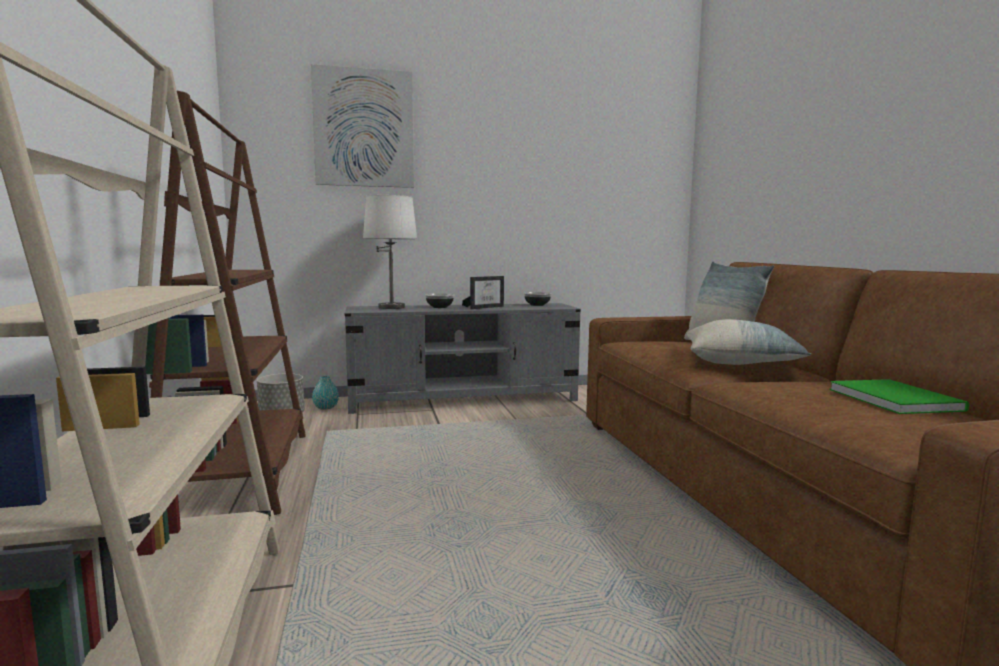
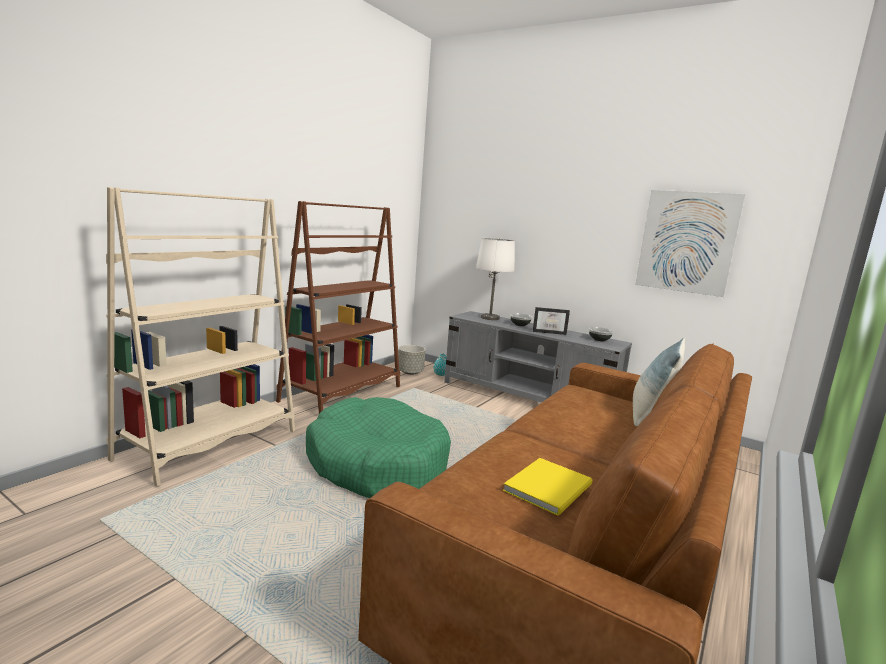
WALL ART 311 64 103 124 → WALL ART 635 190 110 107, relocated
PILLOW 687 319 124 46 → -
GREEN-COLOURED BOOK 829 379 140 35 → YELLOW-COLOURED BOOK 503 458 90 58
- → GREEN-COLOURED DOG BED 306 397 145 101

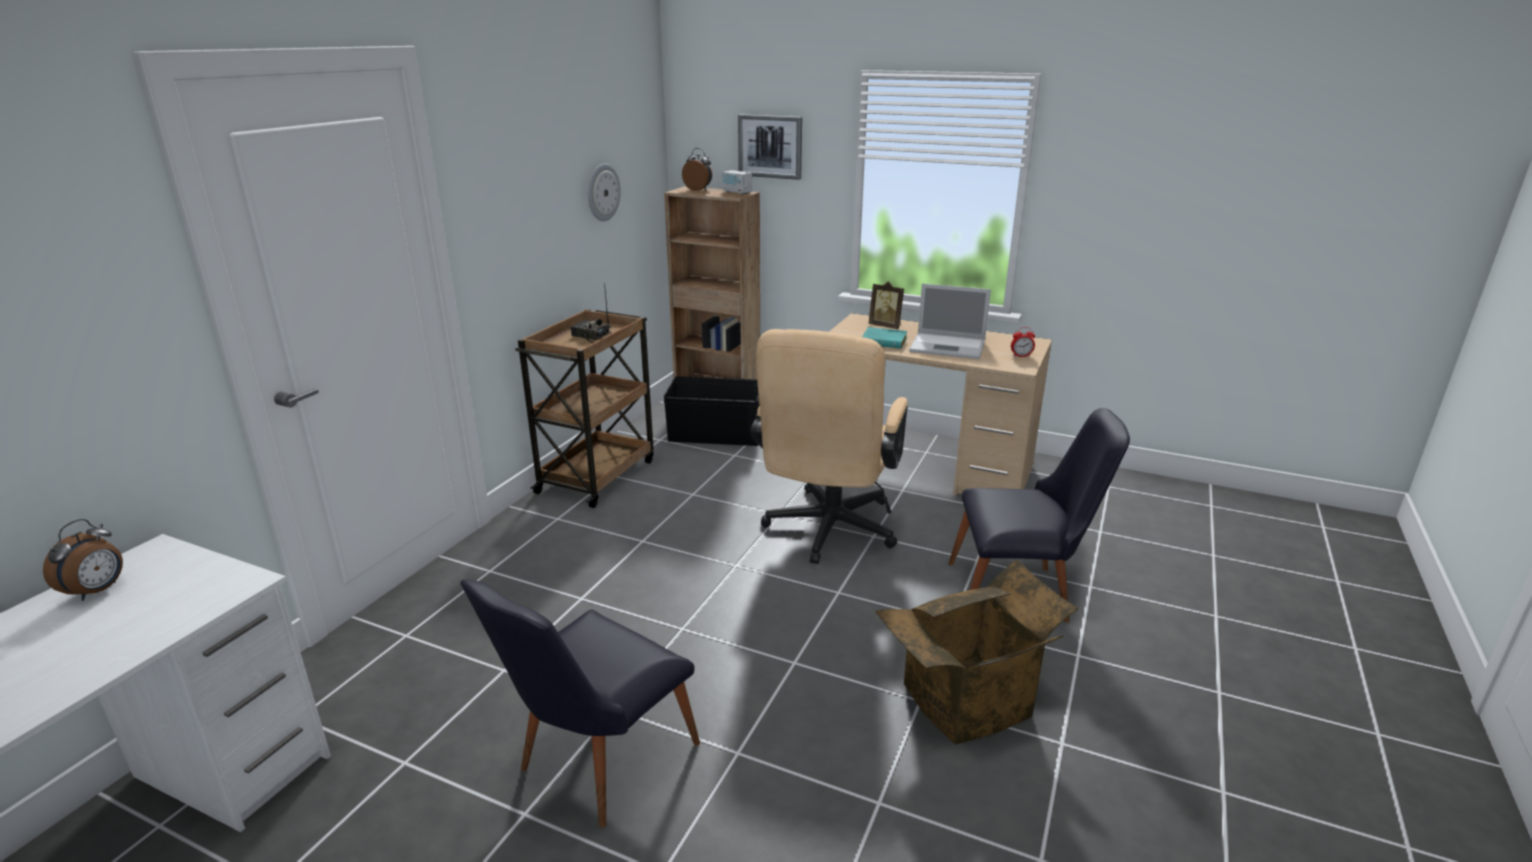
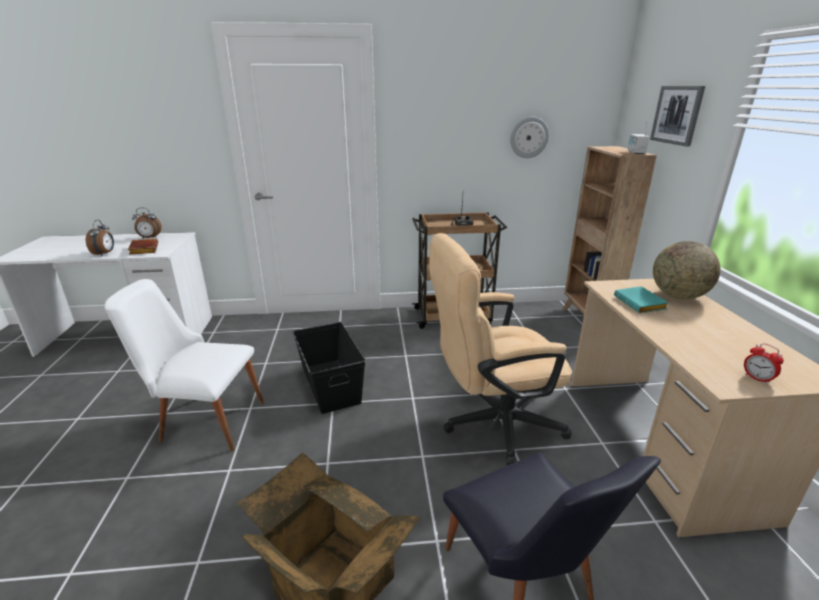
BLACKISH UPRIGHT CHAIR 460 579 240 249 → WHITISH UPRIGHT CHAIR 105 279 159 172
BLACKISH STORAGE BIN 664 376 95 70 → BLACKISH STORAGE BIN 293 322 73 92, relocated
TABLE CLOCK 682 148 30 43 → TABLE CLOCK 86 220 28 36, relocated
PHOTO FRAME 868 281 36 48 → GLOBE 653 241 68 58
LAPTOP 909 283 82 76 → -
- → BROWNISH BOOK 128 239 30 16

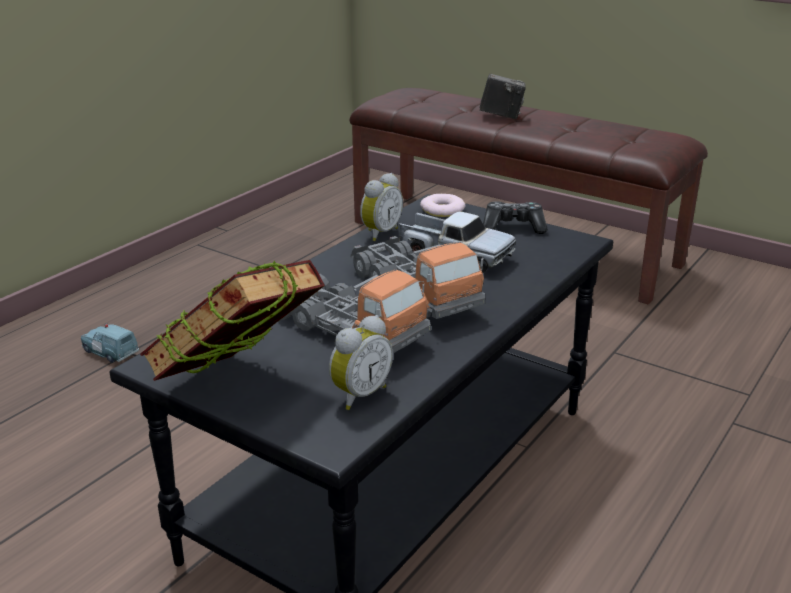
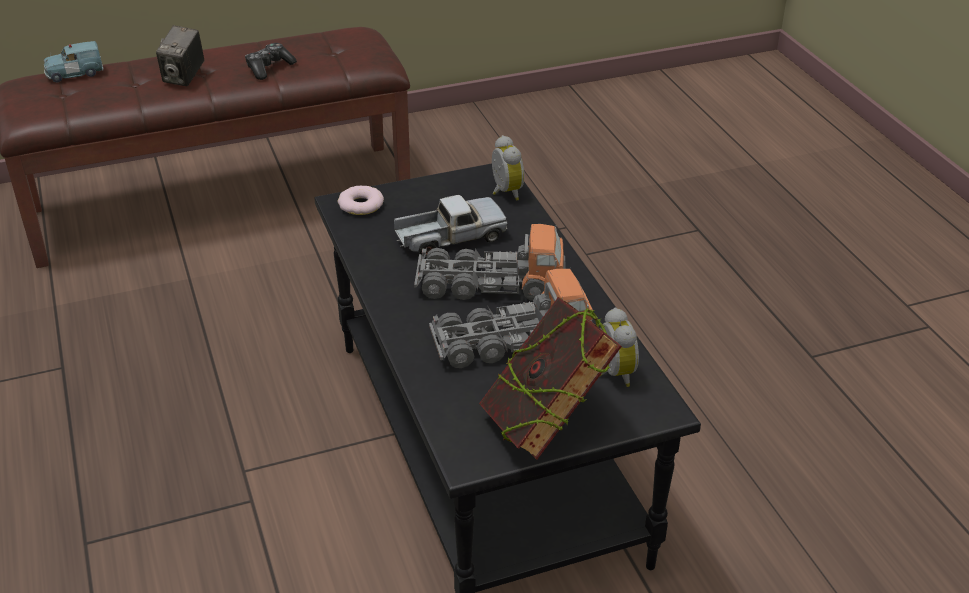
BLUISH MINIATURE CAR 81 323 58 40 → BLUISH MINIATURE CAR 44 41 60 41, relocated
TABLE CLOCK 360 173 43 68 → TABLE CLOCK 492 135 32 66, relocated
STILL CAMERA 480 74 46 45 → STILL CAMERA 156 26 49 60, 150 degrees clockwise
GAME CONTROLLER 483 201 64 33 → GAME CONTROLLER 245 43 52 37, relocated

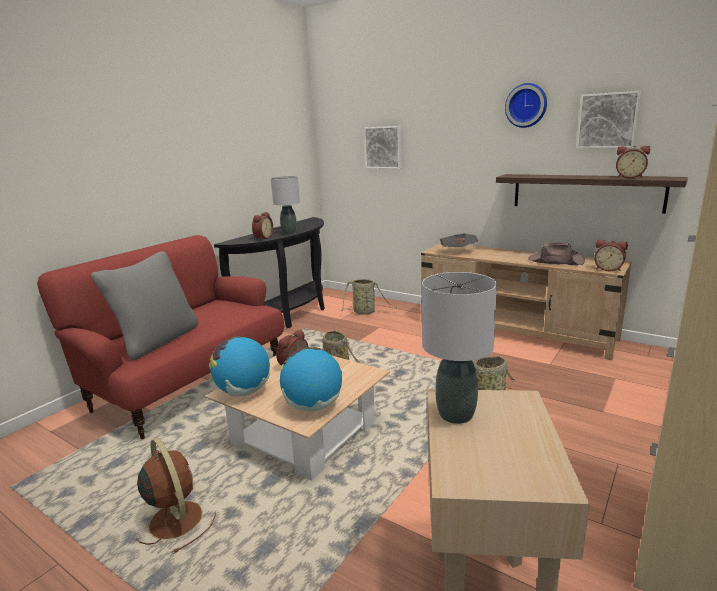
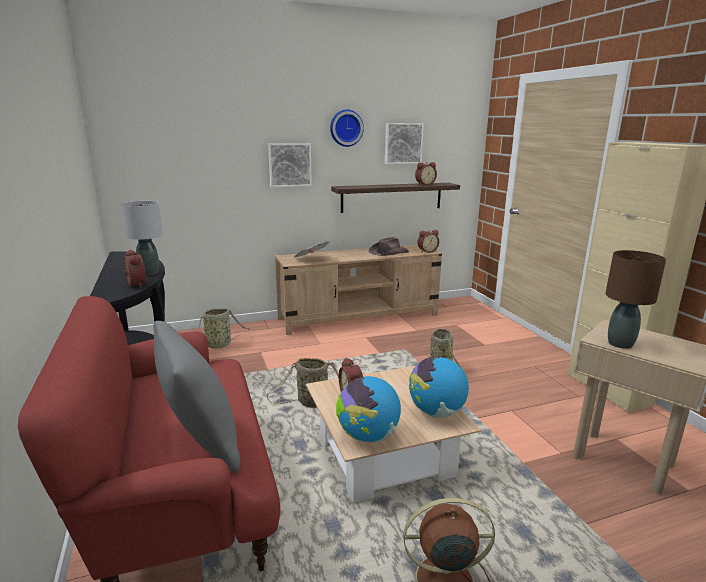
WALL ART 364 126 38 43 → WALL ART 268 143 44 44, relocated
GREYISH LAMP FOR A TABLE 422 272 75 152 → BROWNISH LAMP FOR A TABLE 605 250 61 99

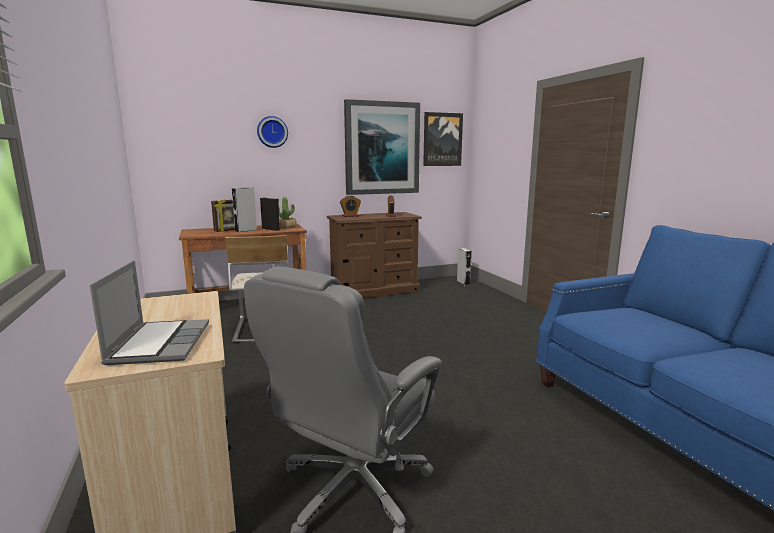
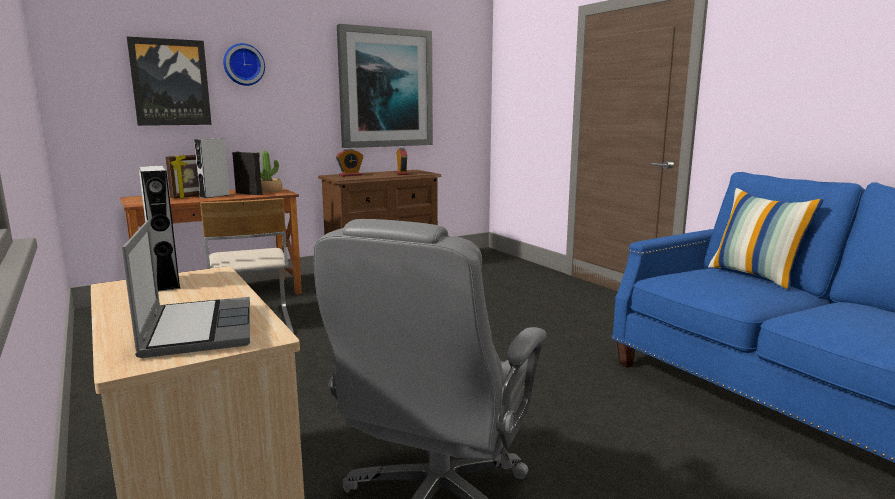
WALL ART 423 112 40 54 → WALL ART 127 36 85 90, relocated
GREYISH LOUDSPEAKER 457 248 15 37 → GREYISH LOUDSPEAKER 139 166 42 126, relocated
- → PILLOW 708 188 116 102

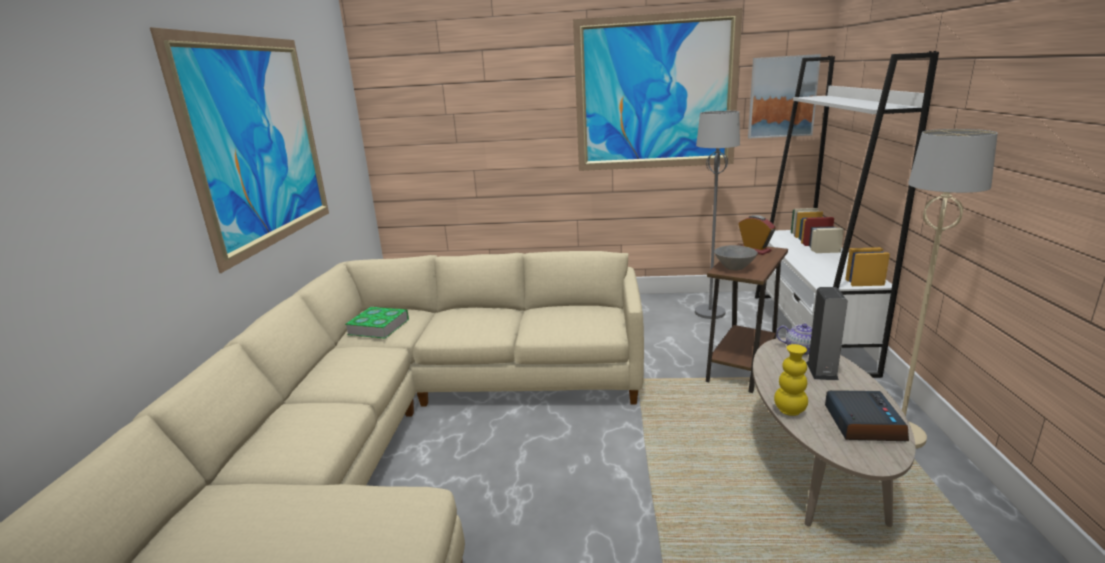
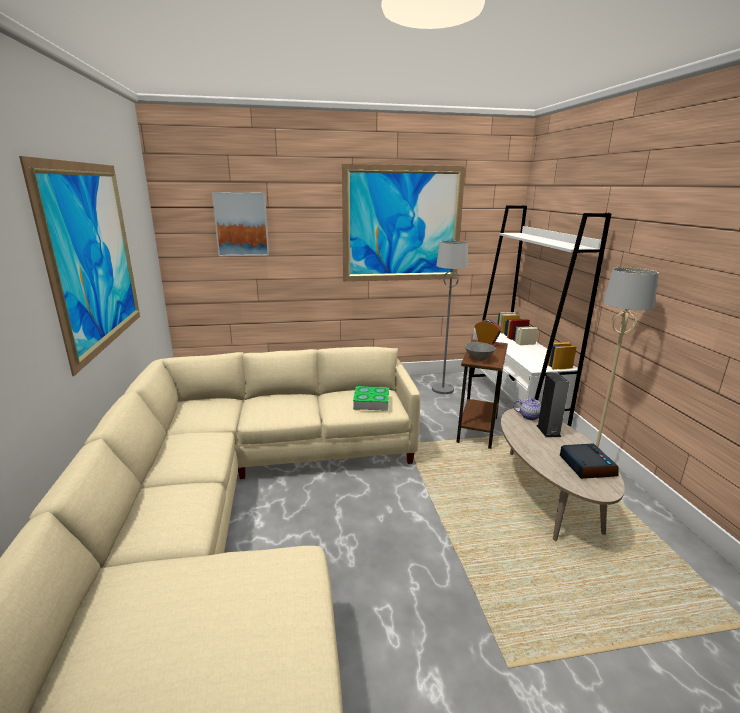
BOOK 345 307 64 32 → BOOK 353 386 36 25, relocated
WALL ART 748 54 73 84 → WALL ART 212 192 57 64, relocated
YELLOW-COLOURED DECORATIVE VASE 774 344 34 72 → -

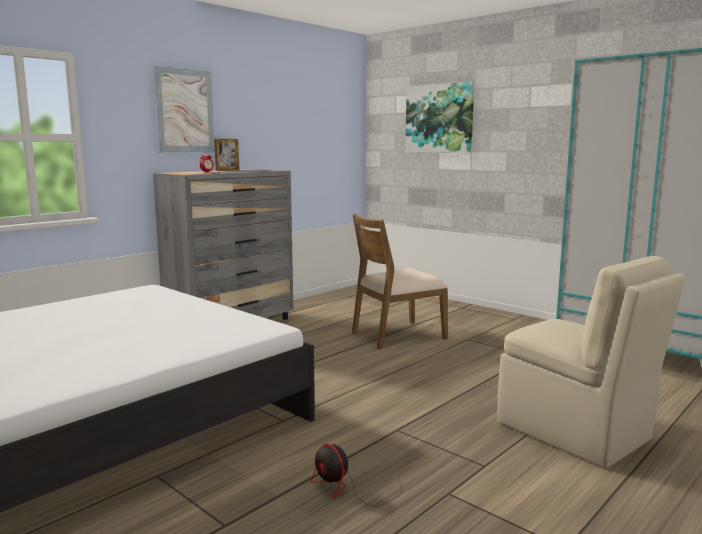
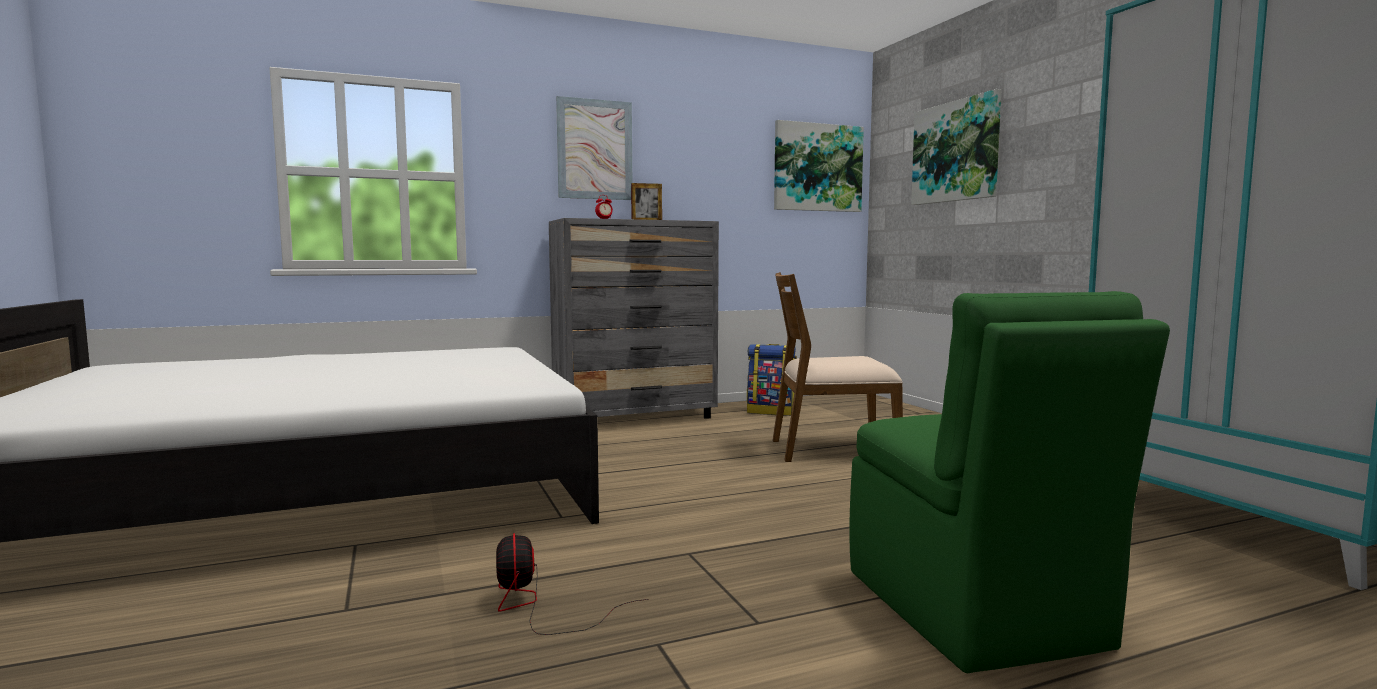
BEIGE UPRIGHT CHAIR 498 256 188 212 → GREEN-COLOURED UPRIGHT CHAIR 849 291 321 382
- → KNAPSACK 747 344 50 72
- → WALL ART 774 120 90 92

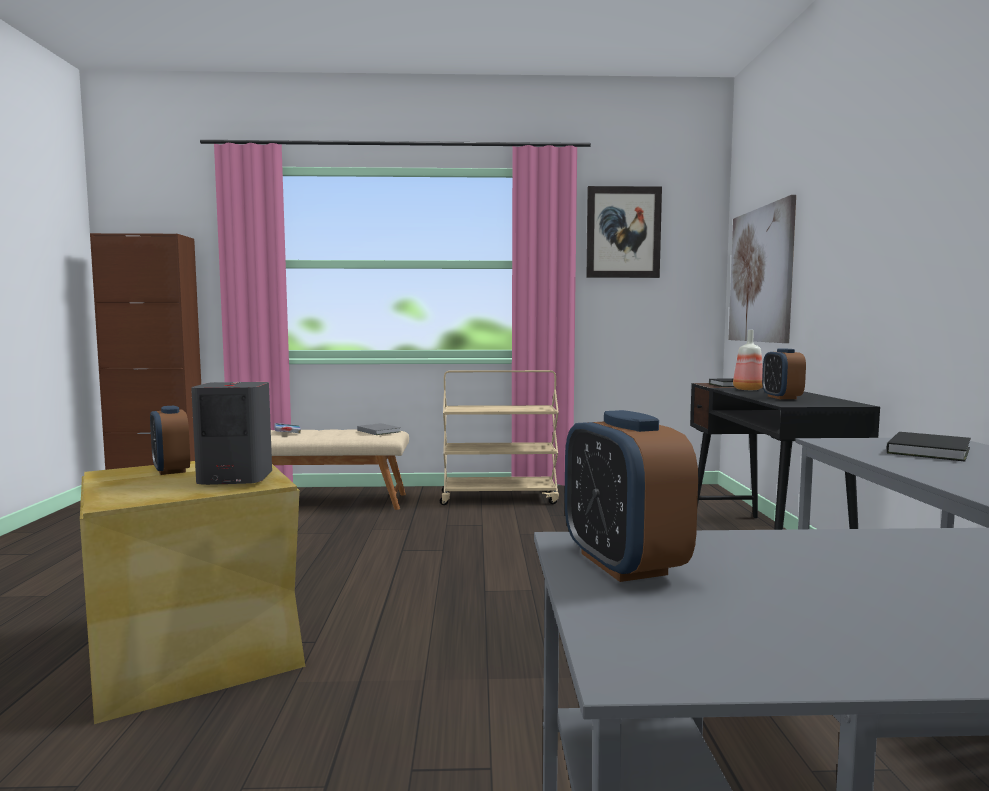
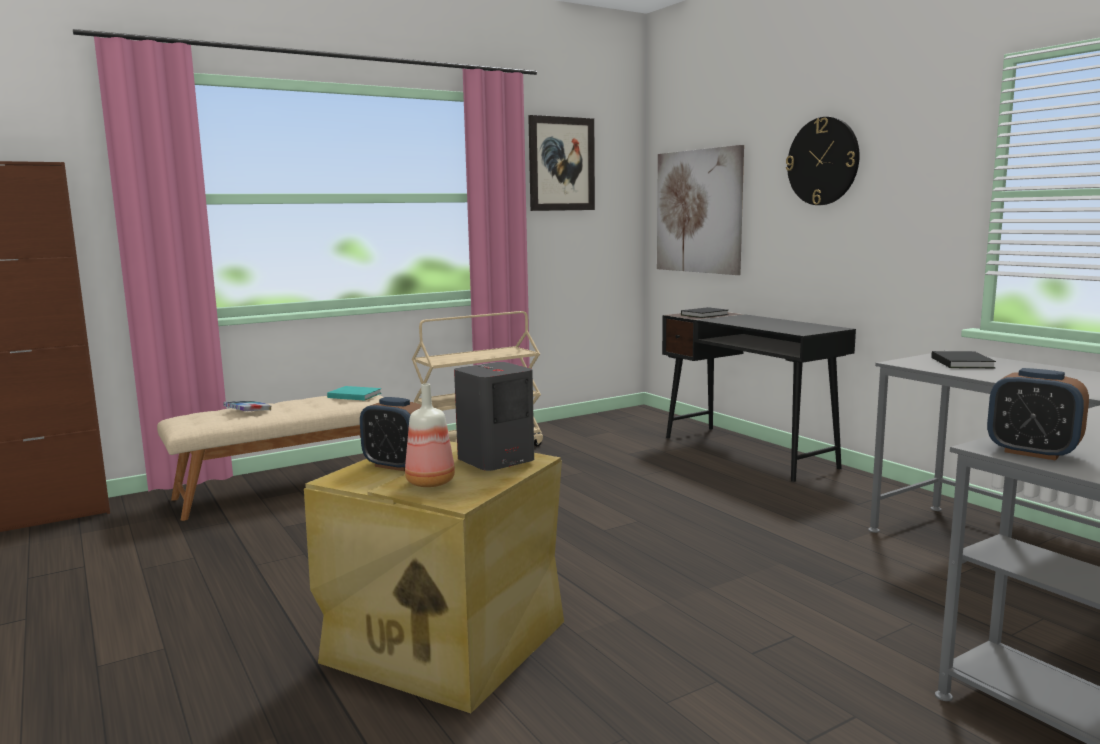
GREYISH BOOK 357 423 44 12 → BLUE-GREEN BOOK 327 386 55 15
DRINK BOTTLE 733 330 30 60 → DRINK BOTTLE 405 383 50 104, relocated
TABLE CLOCK 762 348 44 51 → -
- → CLOCK ON THE WALL 786 117 74 88

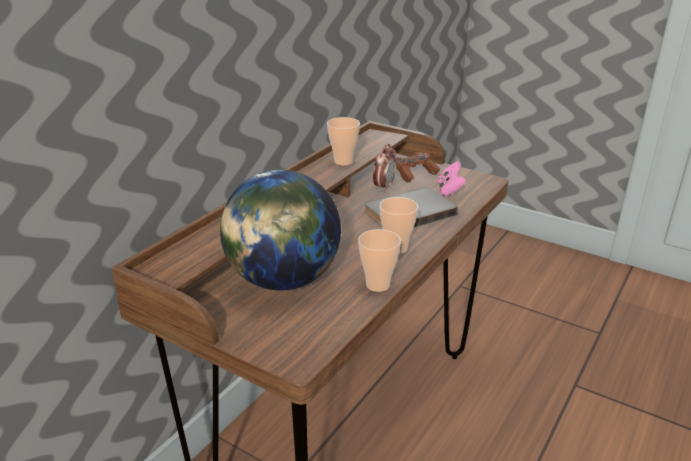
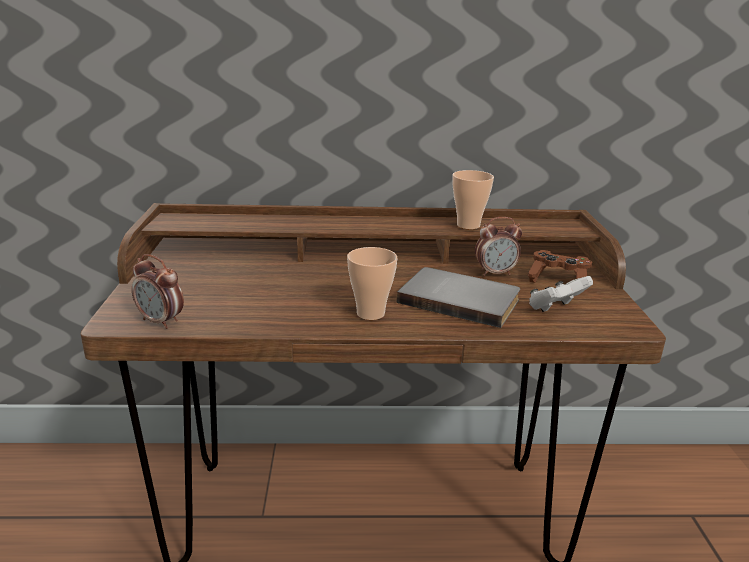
GLOBE 220 170 121 121 → -
DRINKING CUP 358 229 43 63 → -
PINKISH GAME CONTROLLER 437 161 29 35 → WHITISH GAME CONTROLLER 529 276 64 36
- → TABLE CLOCK 132 254 52 75

